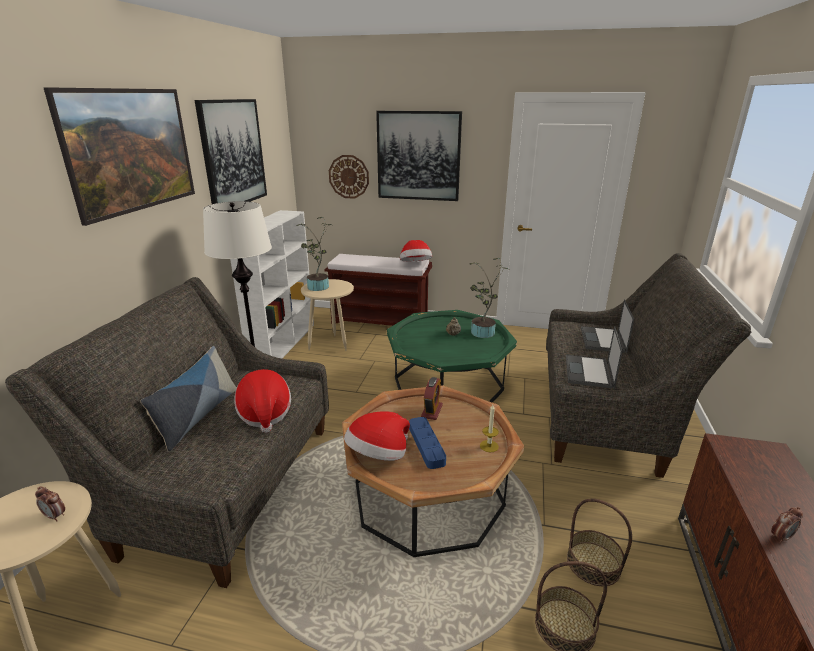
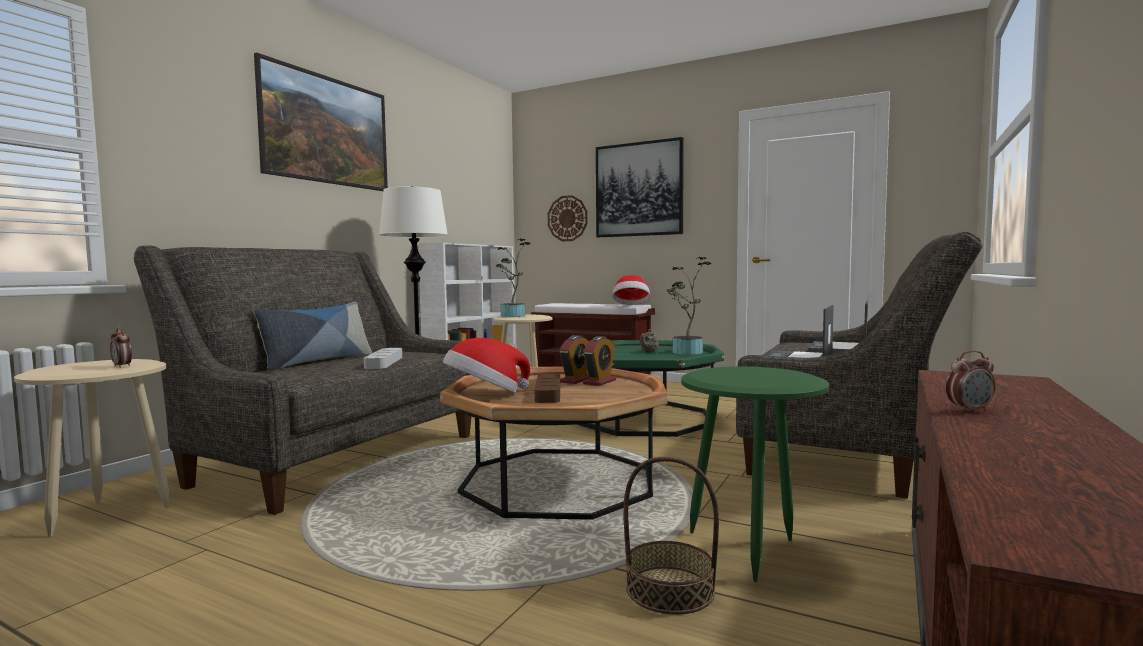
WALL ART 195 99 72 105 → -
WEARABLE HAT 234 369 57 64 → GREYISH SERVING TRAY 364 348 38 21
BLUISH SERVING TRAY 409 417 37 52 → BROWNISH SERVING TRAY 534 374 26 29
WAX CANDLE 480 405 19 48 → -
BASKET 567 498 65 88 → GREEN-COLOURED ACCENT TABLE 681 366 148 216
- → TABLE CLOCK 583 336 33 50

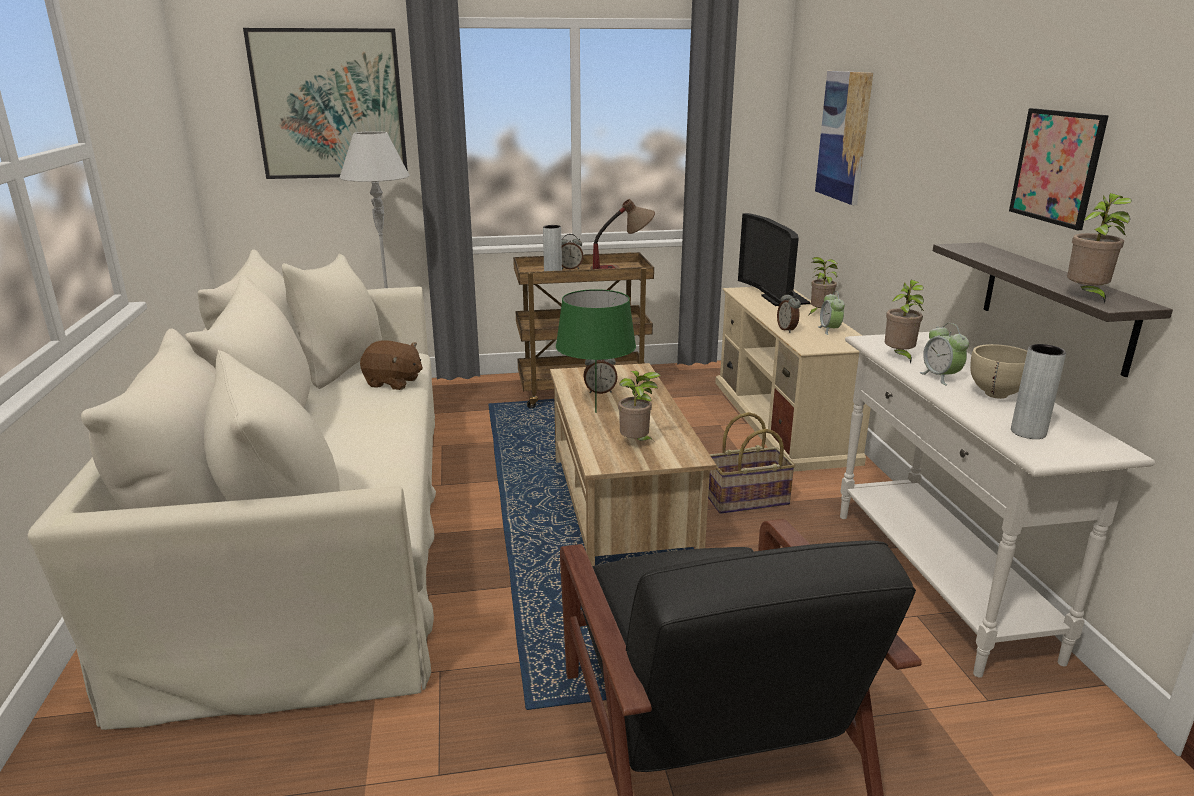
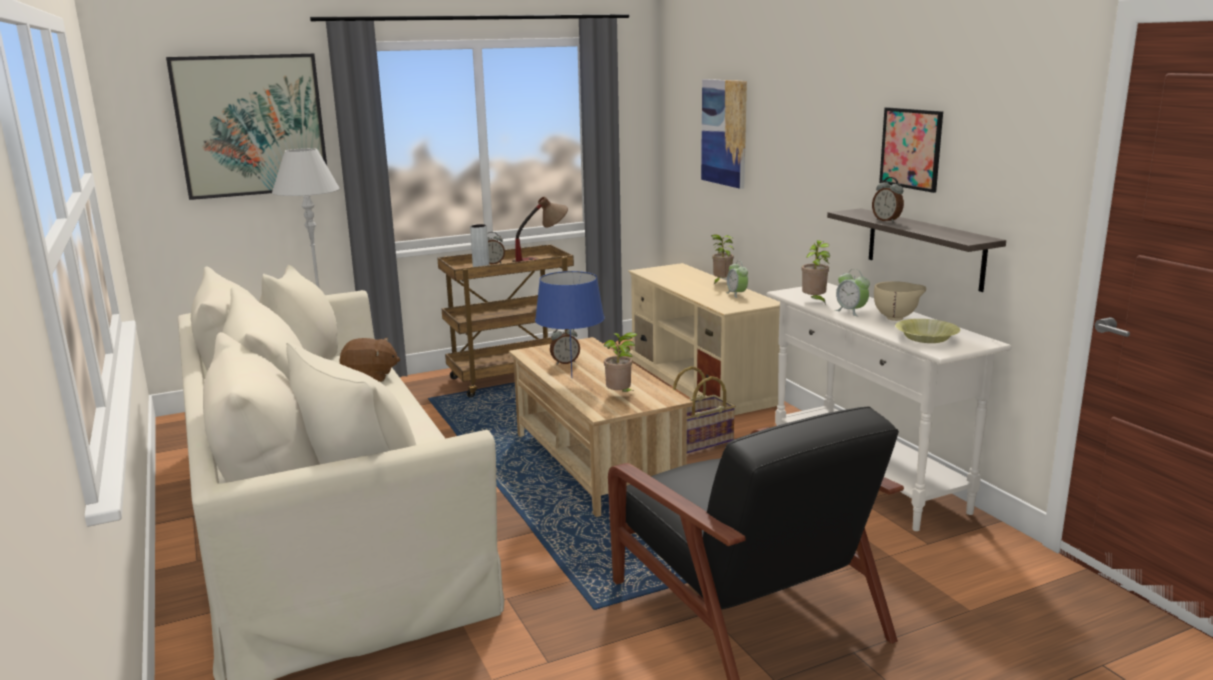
GREEN-COLOURED LAMP FOR A TABLE 556 289 80 124 → BLUISH LAMP FOR A TABLE 535 271 69 107
TV 738 213 73 93 → -
TABLE CLOCK 777 291 24 42 → TABLE CLOCK 872 177 32 46, relocated
GREYISH DECORATIVE VASE 1011 344 55 95 → YELLOW-COLOURED SERVING BOWL 895 319 65 24
PLANT IN A POT 1067 193 65 111 → -

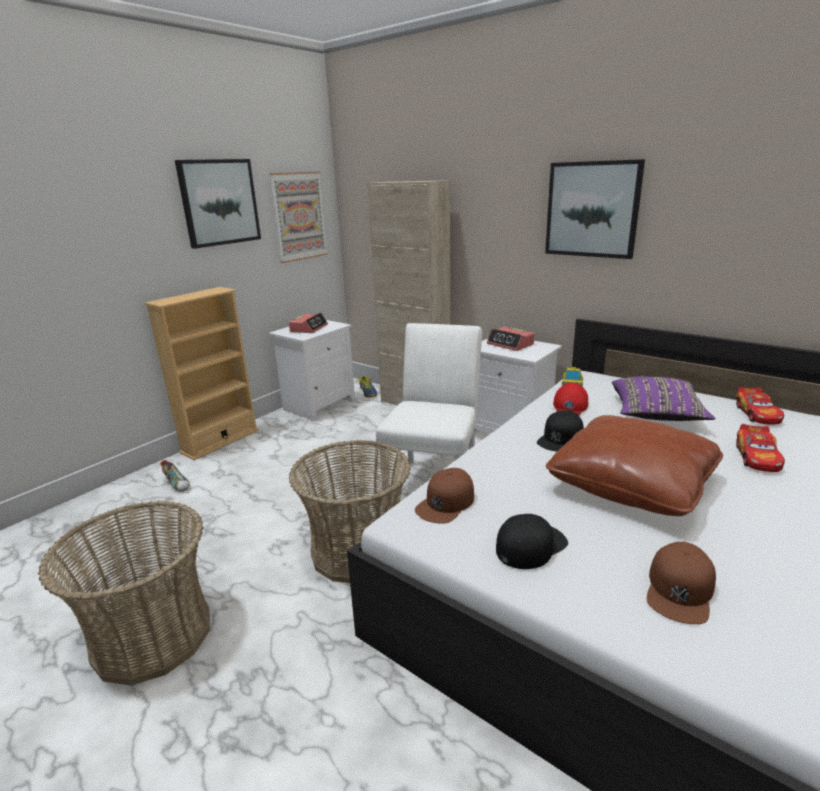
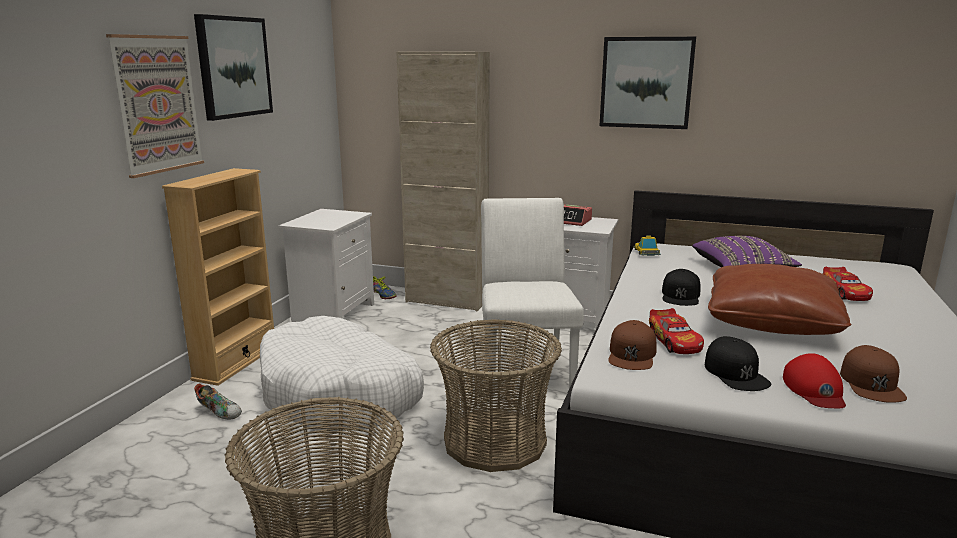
WALL ART 269 171 59 92 → WALL ART 106 34 98 144, relocated
TABLE CLOCK 289 312 39 21 → -
BLACKISH BASEBALL CAP 496 514 72 55 → BLACKISH BASEBALL CAP 705 336 66 55, 135 degrees clockwise
RED-COLOURED BASEBALL CAP 553 383 35 33 → RED-COLOURED BASEBALL CAP 783 353 63 55, relocated
MINIATURE CAR 736 387 48 37 → MINIATURE CAR 649 308 55 46, relocated
- → WHITISH DOG BED 260 316 164 115

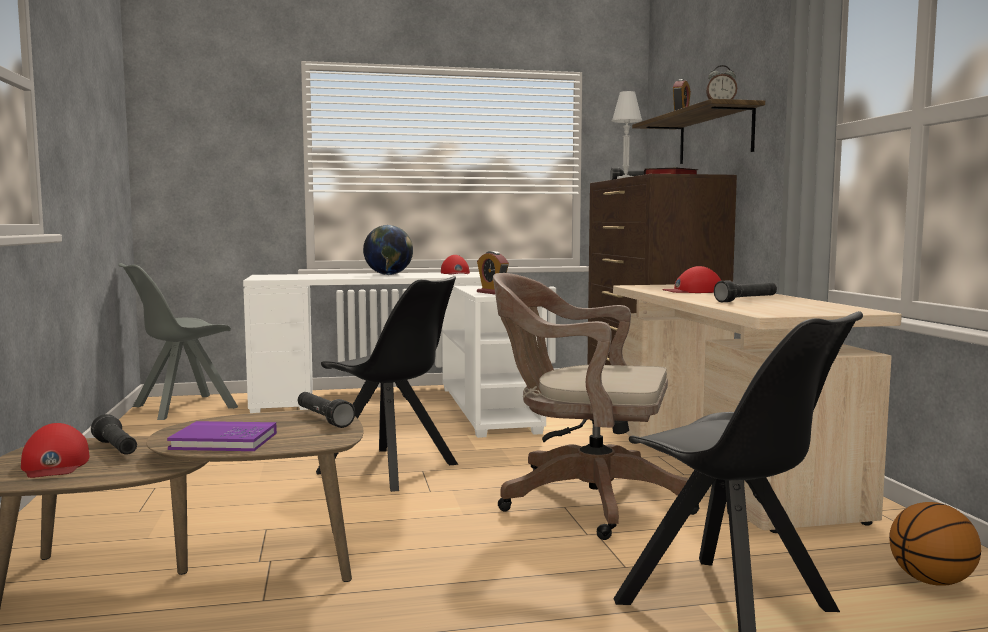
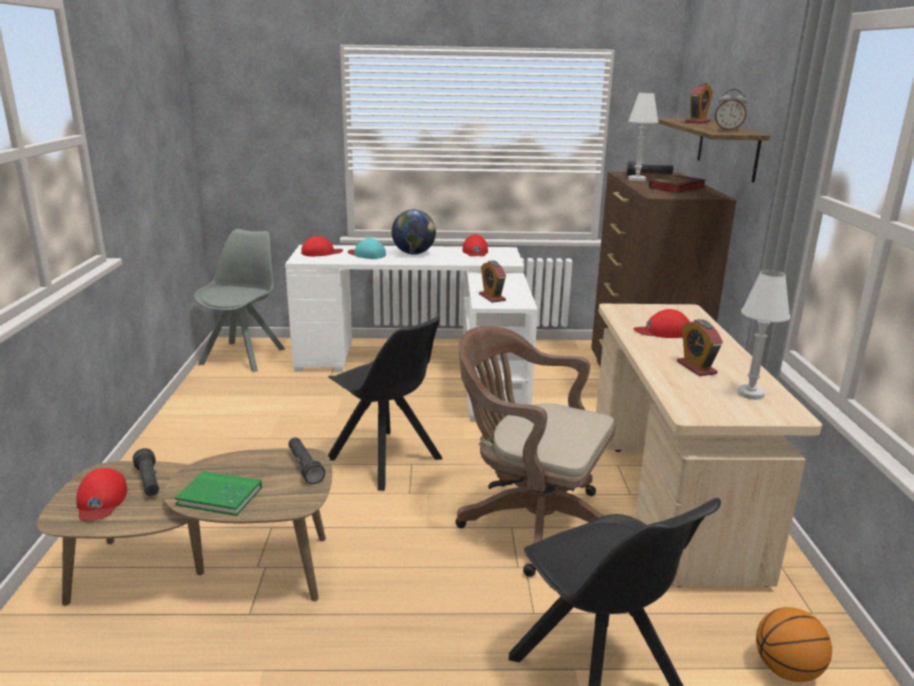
GREYISH UPRIGHT CHAIR 118 263 120 157 → GREYISH UPRIGHT CHAIR 194 229 91 143, 135 degrees clockwise
PURPLE BOOK 167 421 110 30 → GREEN-COLOURED BOOK 175 471 87 45
BLACKISH HAND TORCH 714 280 63 22 → TABLE CLOCK 677 319 46 57
- → RED-COLOURED BASEBALL CAP 301 236 42 20
- → BLUE-GREEN BASEBALL CAP 348 238 38 21
- → WHITISH LAMP FOR A TABLE 737 270 53 130

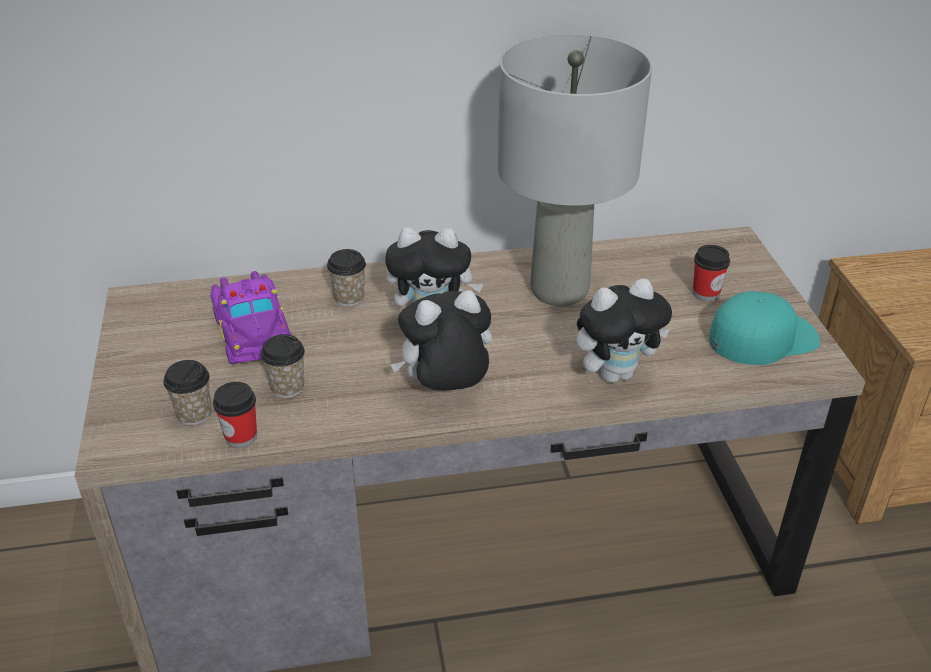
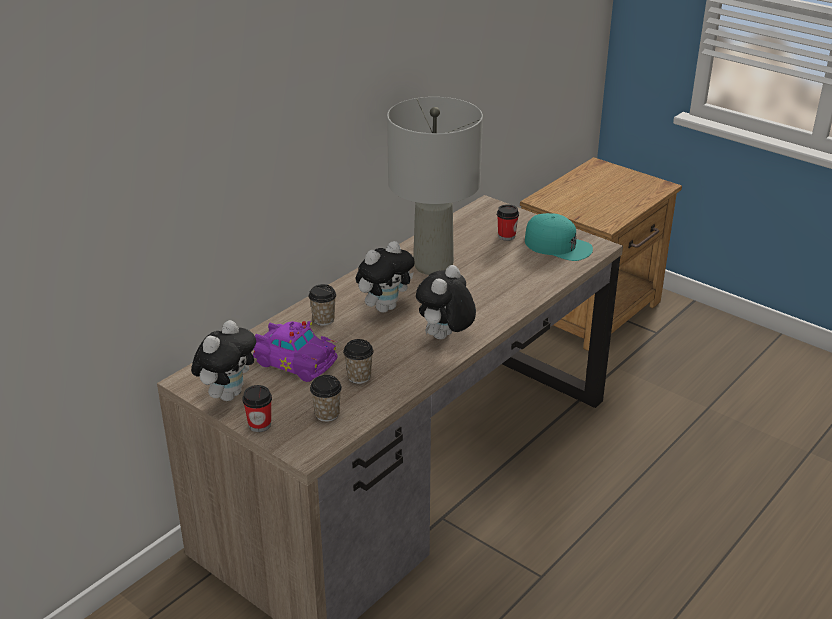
DRINKING CUP 213 382 44 66 → DRINKING CUP 242 385 30 47, relocated
SOFT TOY 576 278 96 105 → SOFT TOY 191 320 65 81, relocated
BLUE-GREEN BASEBALL CAP 709 291 111 74 → BLUE-GREEN BASEBALL CAP 525 213 68 48, 90 degrees clockwise

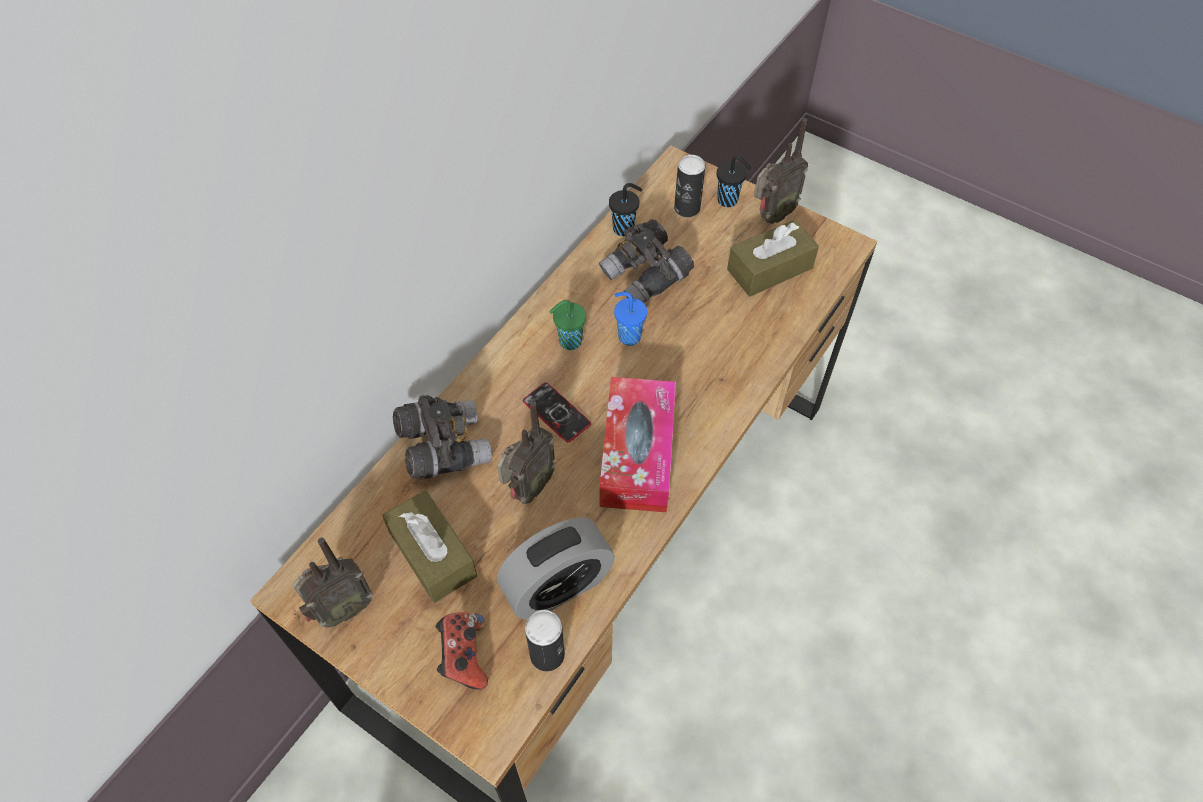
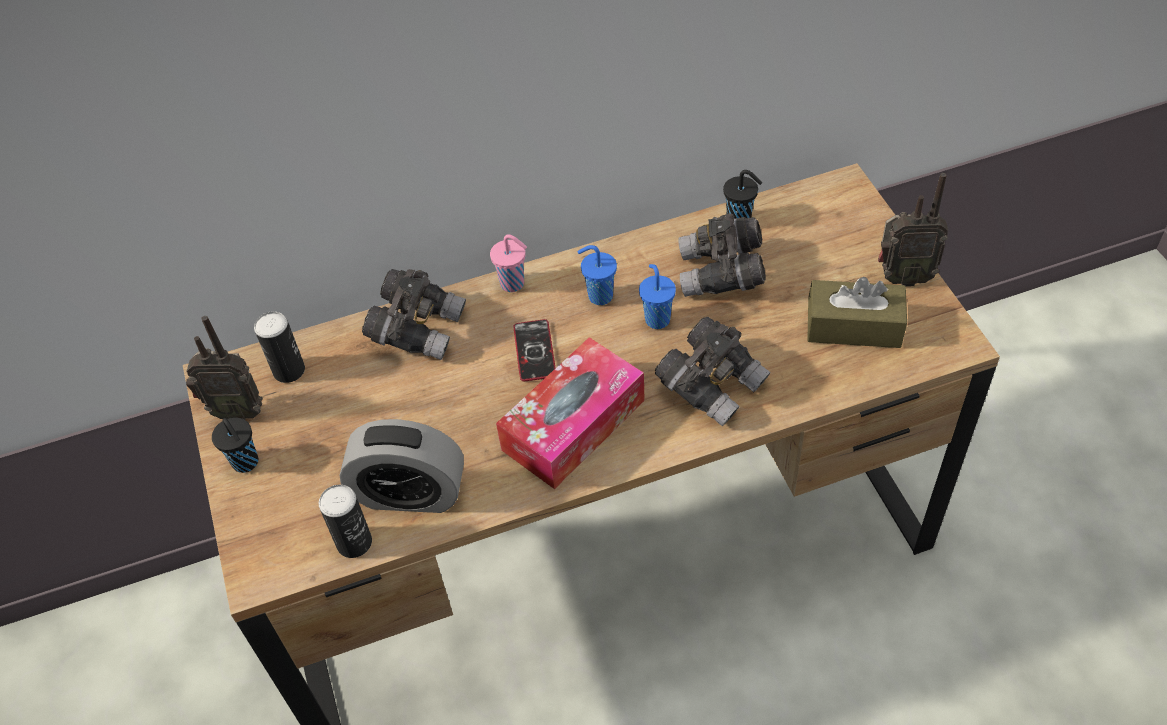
BROWNISH TISSUE BOX 382 490 95 113 → -
GAME CONTROLLER 436 612 52 78 → -
RADIO 497 401 59 103 → -
GREEN-COLOURED DRINKING CUP 549 300 37 50 → BLUISH DRINKING CUP 578 245 39 60
SEALED CAN 674 155 31 62 → SEALED CAN 254 311 51 72, relocated
BLACKISH DRINKING CUP 717 156 34 51 → BLACKISH DRINKING CUP 212 417 46 56, relocated
- → PINKISH DRINKING CUP 490 234 37 58
- → GREYISH PAIR OF BINOCULARS 655 317 116 109

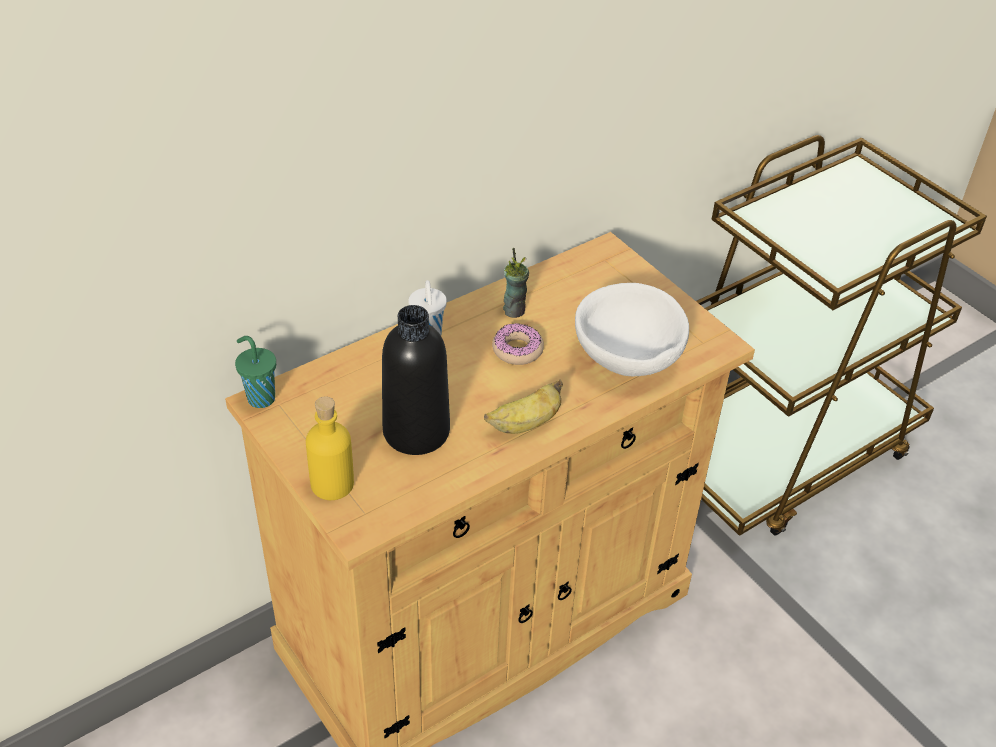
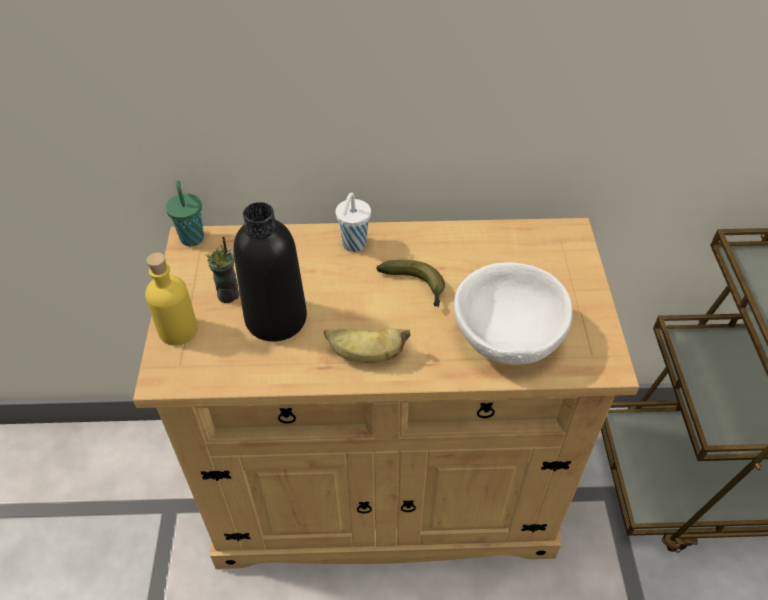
DOUGHNUT 492 323 52 42 → BANANA 376 260 69 47
DRINKING CUP 503 248 26 70 → DRINKING CUP 205 236 35 67, relocated

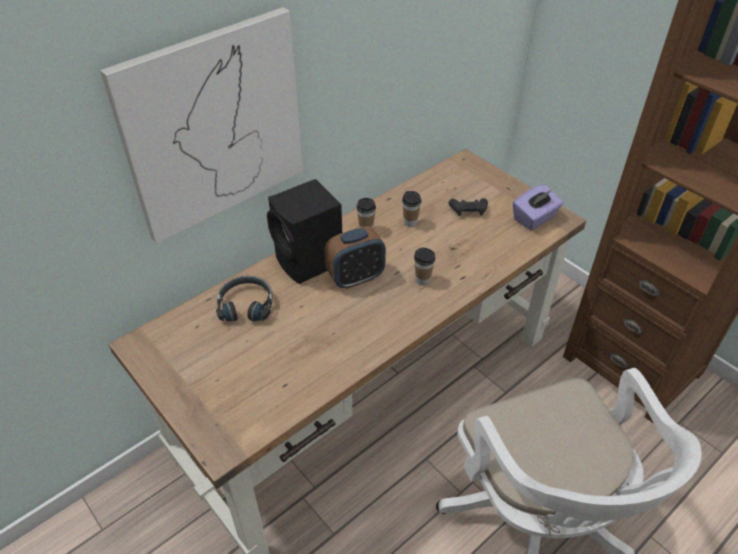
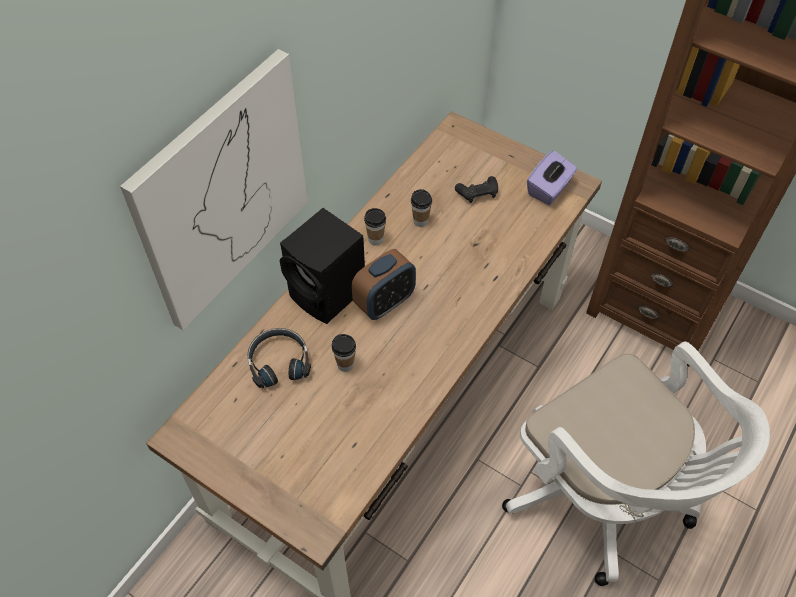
DRINKING CUP 414 248 21 38 → DRINKING CUP 332 334 24 38, relocated

